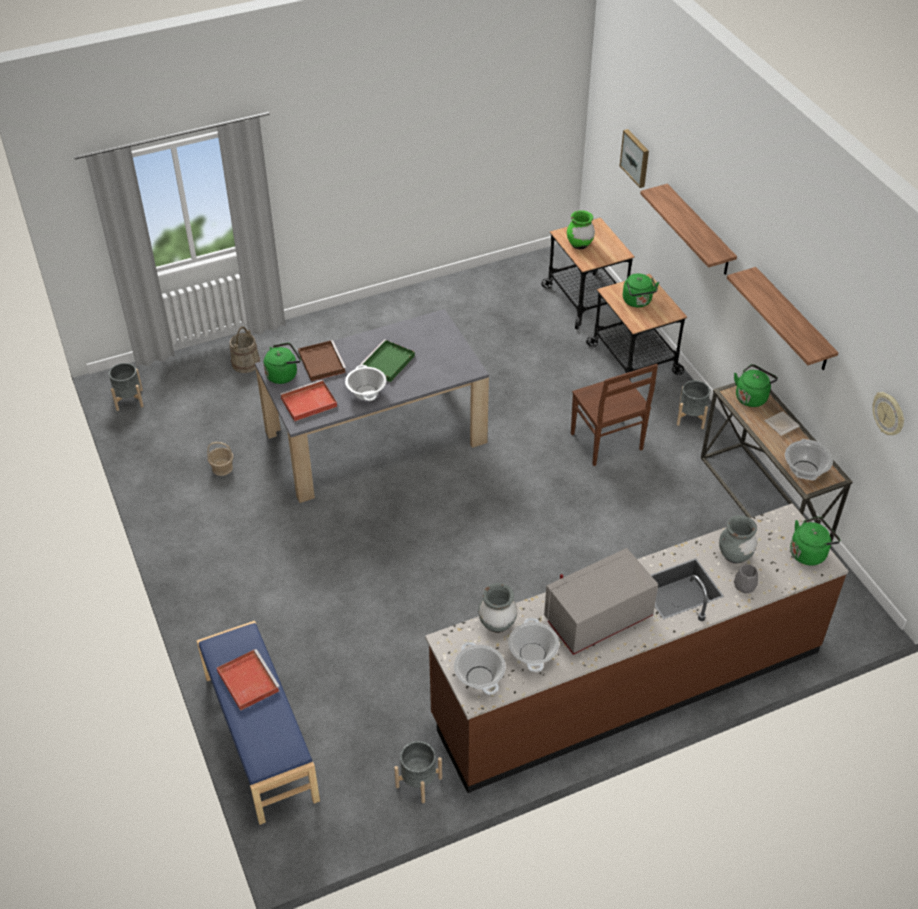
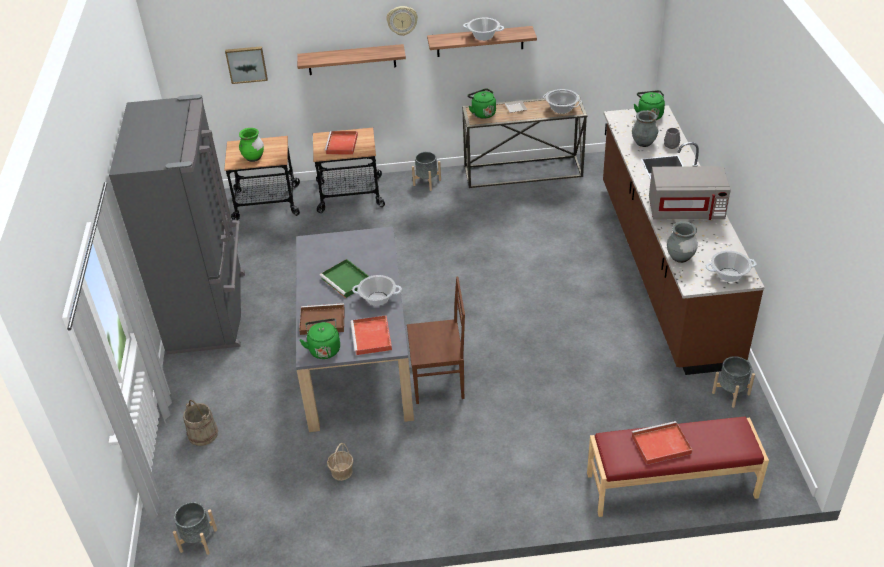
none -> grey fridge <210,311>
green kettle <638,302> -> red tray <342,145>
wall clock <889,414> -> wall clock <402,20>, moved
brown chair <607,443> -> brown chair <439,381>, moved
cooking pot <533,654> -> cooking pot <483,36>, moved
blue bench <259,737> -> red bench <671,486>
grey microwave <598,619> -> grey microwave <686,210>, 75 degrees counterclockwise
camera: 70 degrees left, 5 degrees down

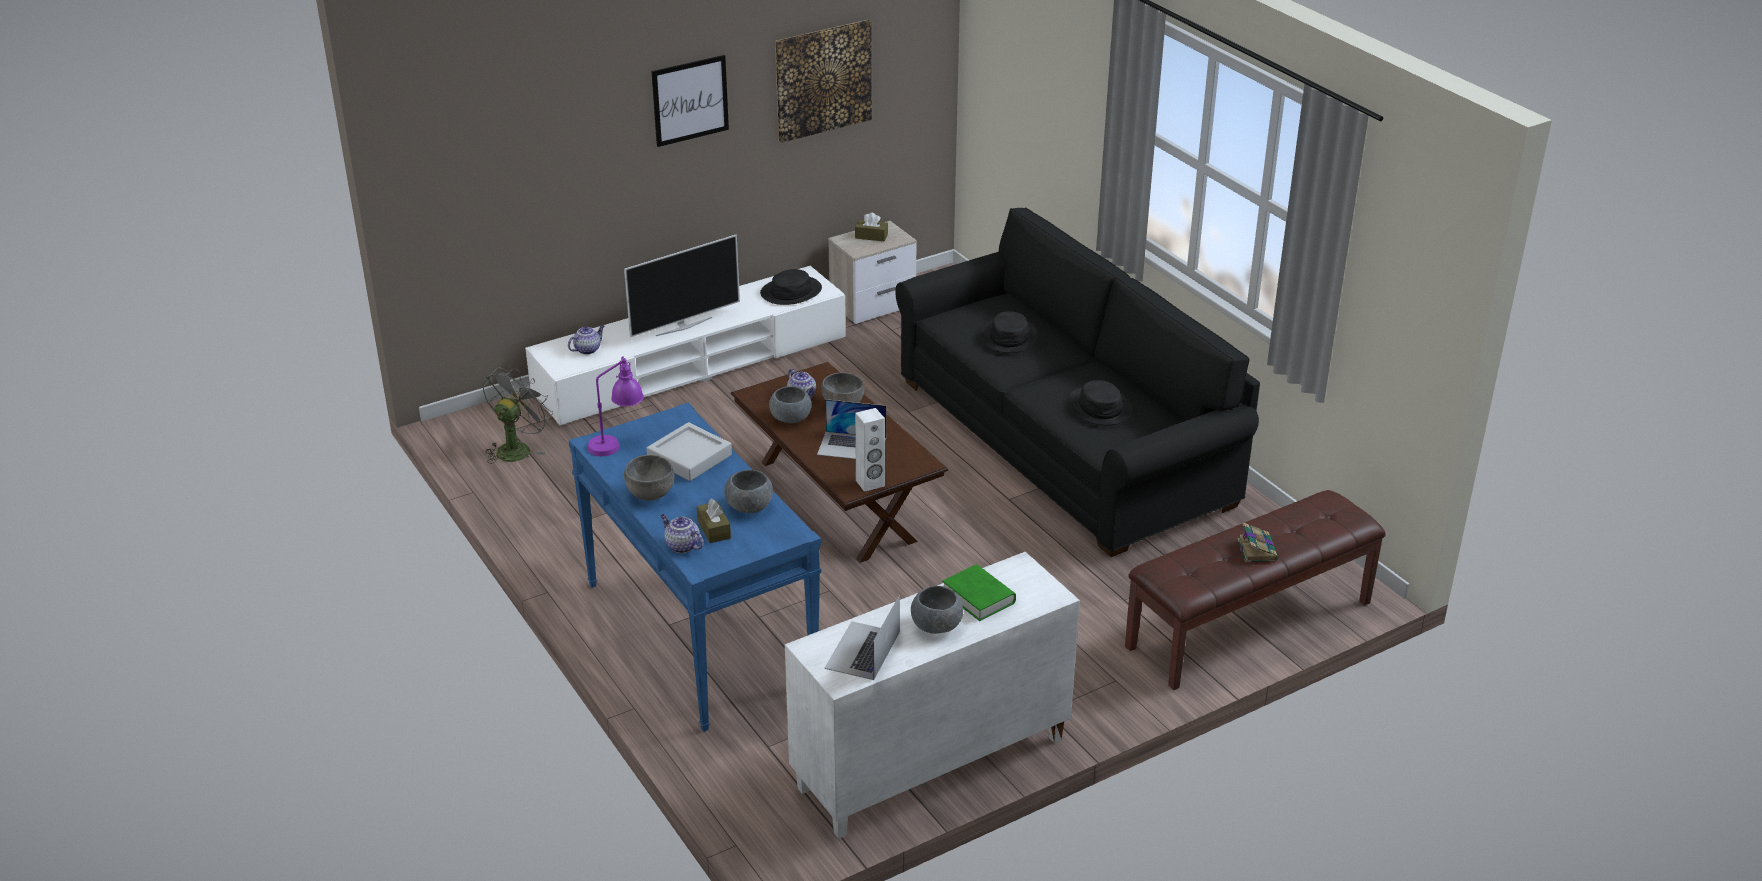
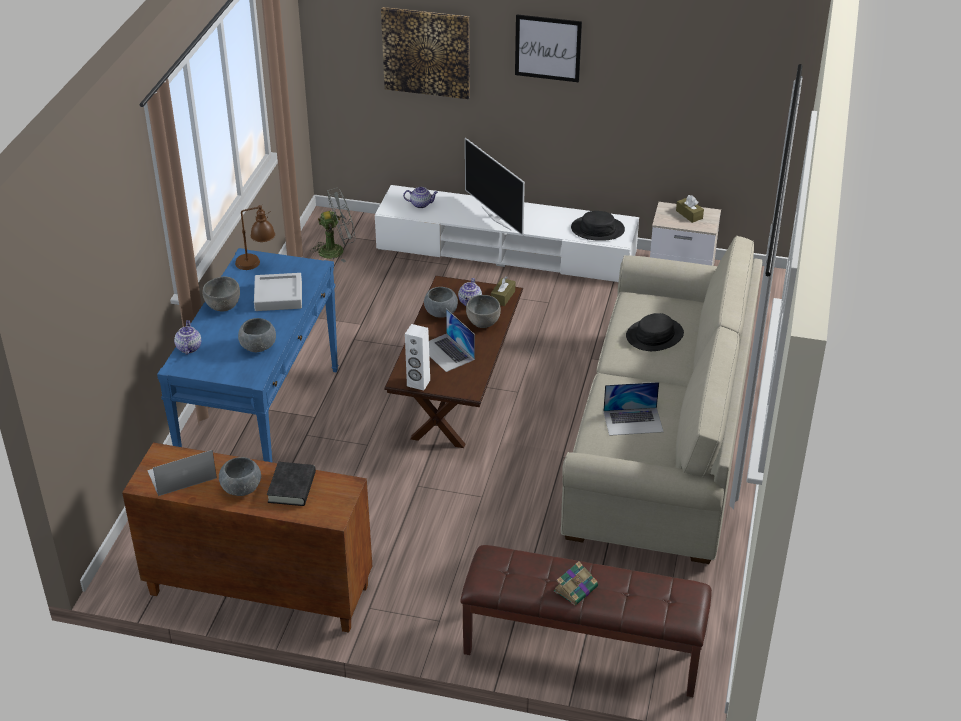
white cabinet <930,765> -> brown cabinet <257,591>
purple table lamp <617,443> -> brown table lamp <257,265>
green book <978,597> -> black book <292,488>
picture <823,80> -> picture <426,52>, moved
television <683,326> -> television <497,218>, 45 degrees clockwise
brown tissue box <714,529> -> brown tissue box <503,297>, moved
black sofa <1065,442> -> beige sofa <662,441>
black hat <1100,407> -> laptop <633,421>
camera: 45 degrees right, 5 degrees up

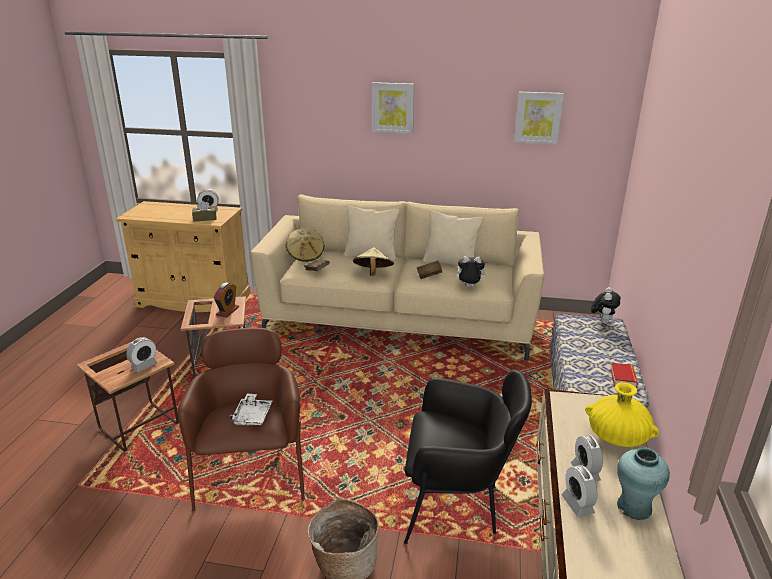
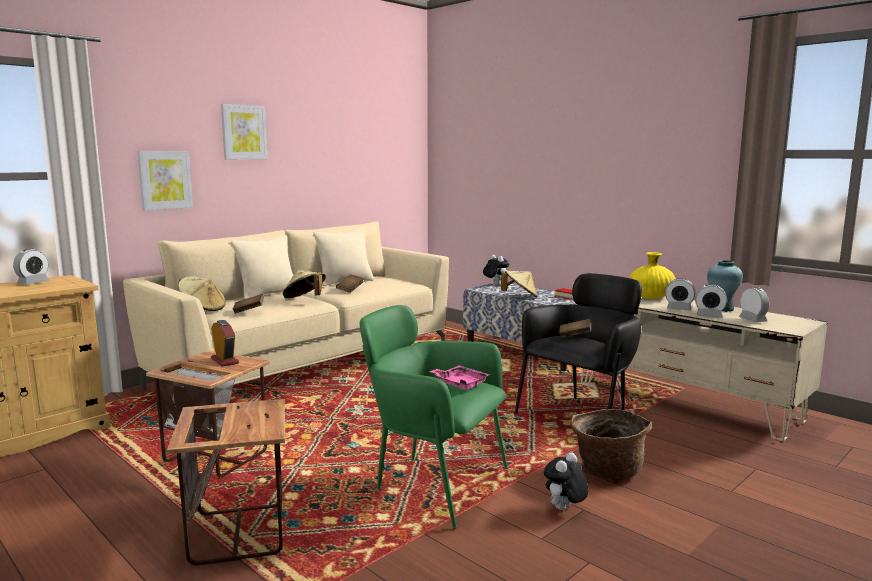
picture <538,117> -> picture <165,180>, moved
brown armchair <251,472> -> green armchair <432,483>
white tray <252,416> -> pink tray <460,384>
none -> beige hat <520,296>
plush toy <468,287> -> plush toy <564,509>, moved
none -> brown book <575,336>
alarm clock <144,366> -> alarm clock <752,320>, moved
brown tissue box <205,218> -> none
camera: 55 degrees left, 15 degrees down

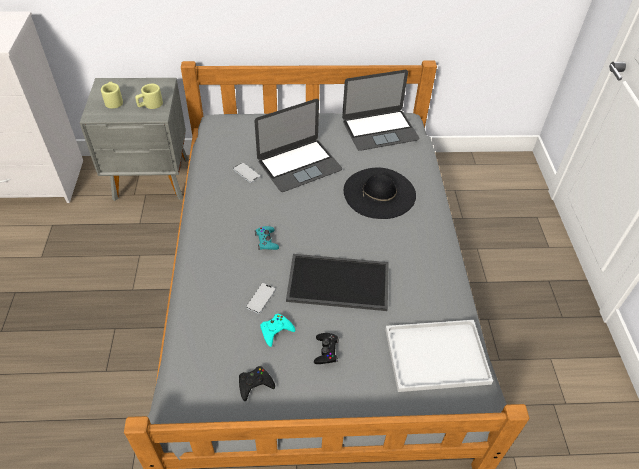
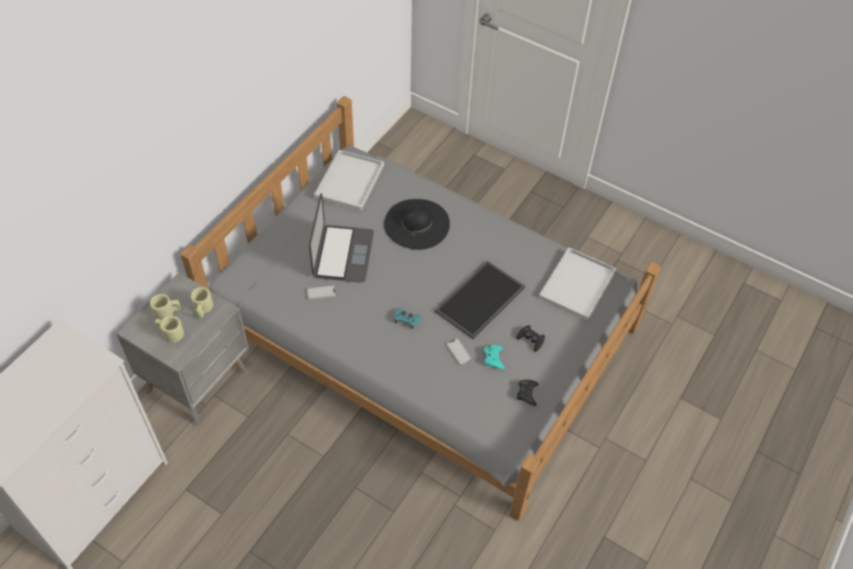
none -> beige mug <167,312>
laptop <380,130> -> white tray <349,180>
camera: 55 degrees left, 5 degrees up

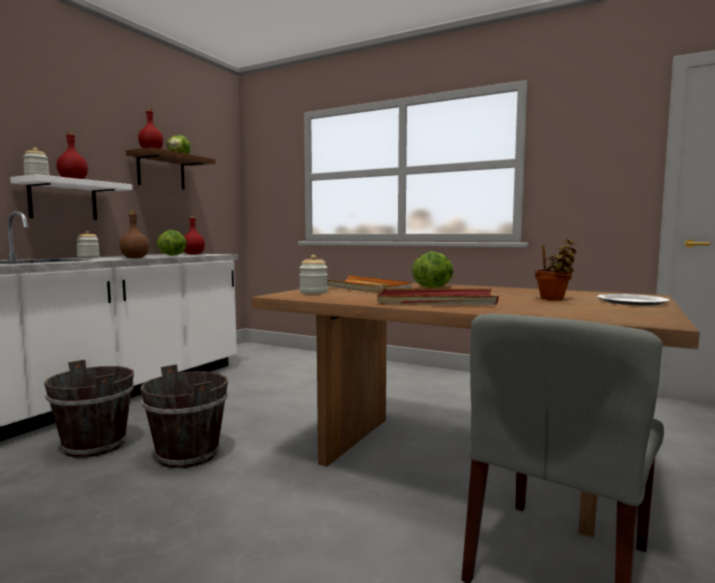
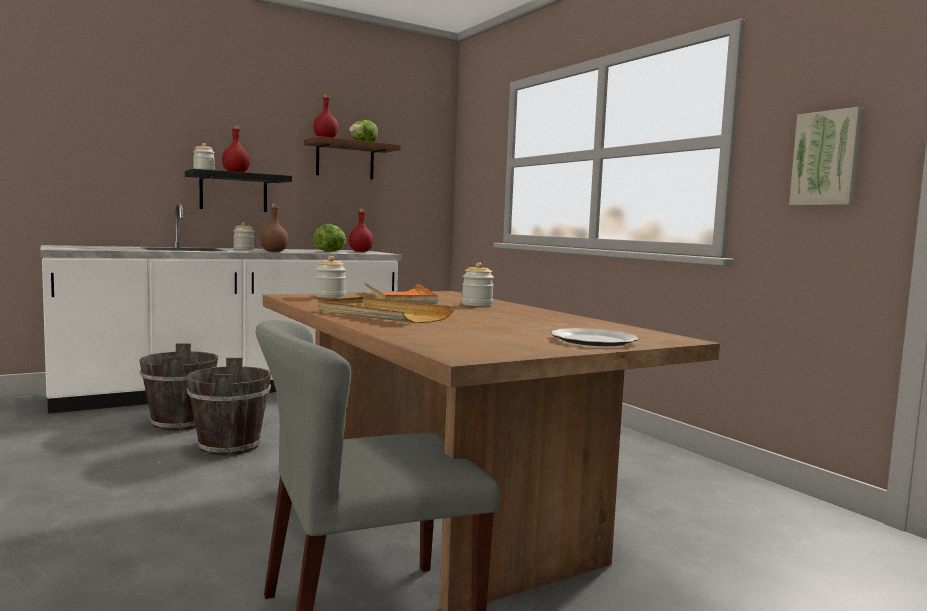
white shelf <63,200> -> black shelf <233,192>
red tray <435,302> -> beige tray <382,315>
lettuce <434,287> -> jar <477,304>
none -> picture <827,158>
potted plant <554,299> -> none
camera: 30 degrees right, 0 degrees up

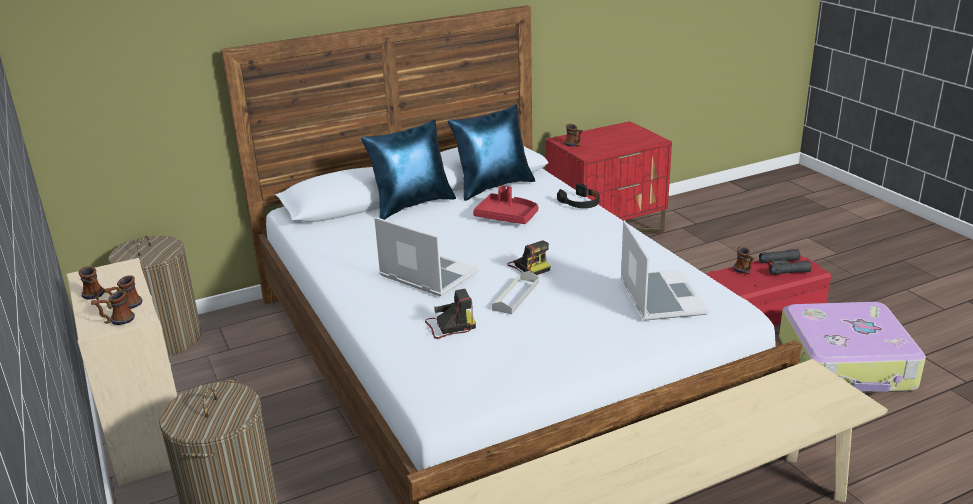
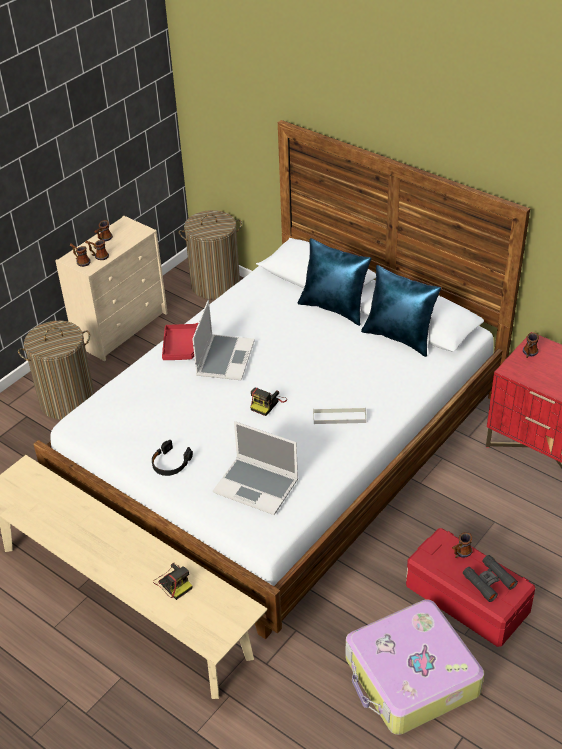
black headphones <580,203> -> black headphones <170,463>, moved
photo camera <449,326> -> photo camera <173,583>, moved
red tray <507,216> -> red tray <182,347>, moved
laptop <660,297> -> laptop <257,486>, 60 degrees clockwise
grey tray <516,296> -> grey tray <339,417>, moved
camera: 65 degrees right, 15 degrees up

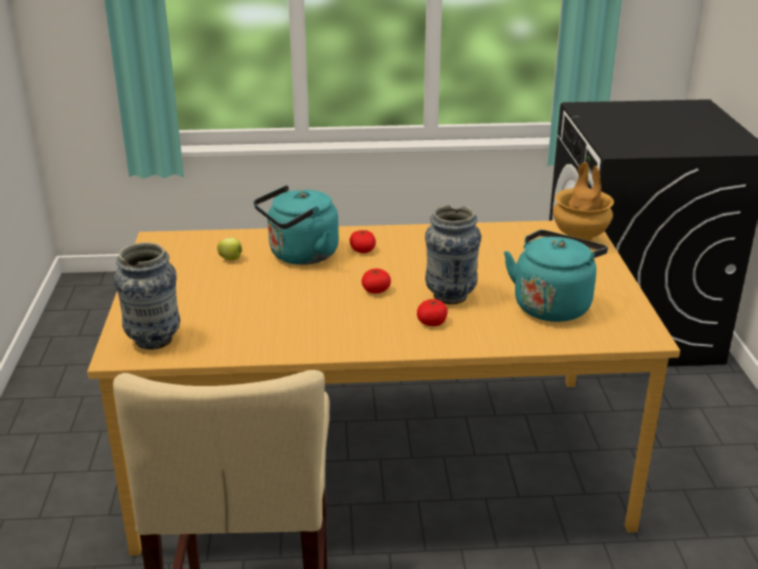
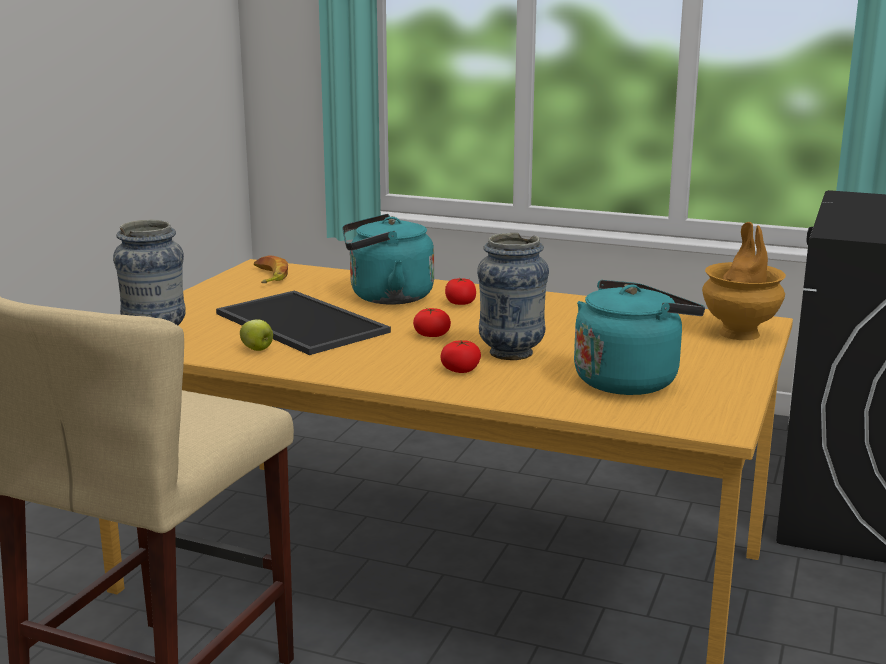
none -> tray <304,323>
apple <231,259> -> apple <258,349>, moved
none -> banana <268,276>
camera: 25 degrees right, 10 degrees down

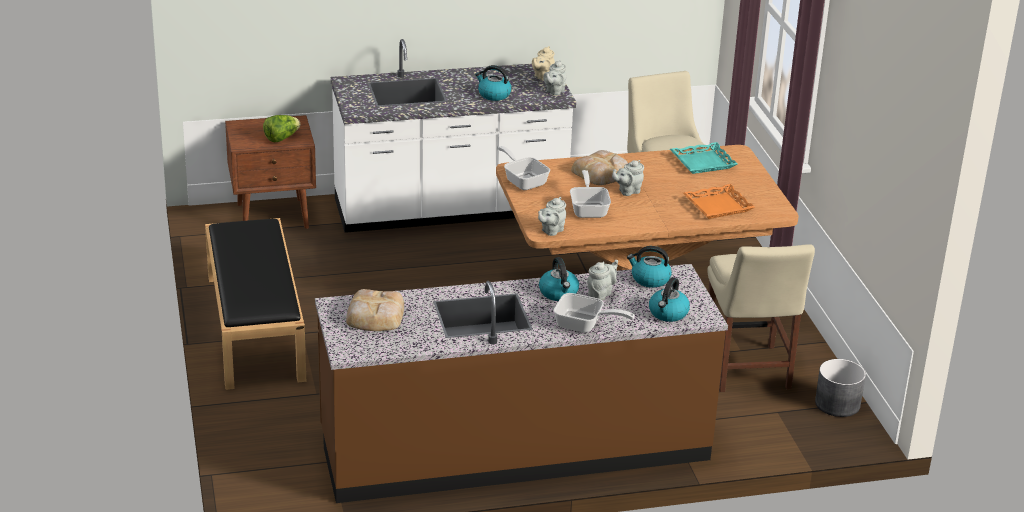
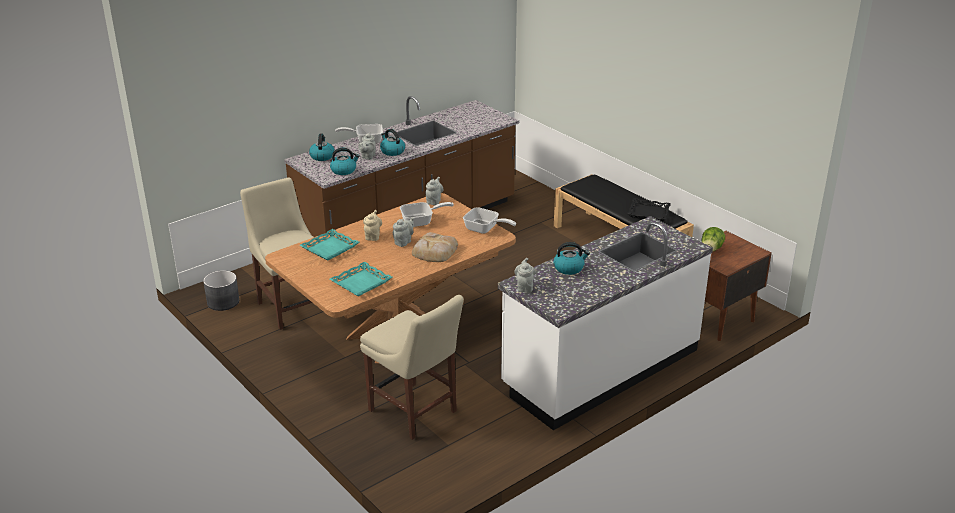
orange tray <718,206> -> turquoise tray <329,248>
beige teapot <542,77> -> beige teapot <373,236>, moved
frying pan <589,209> -> frying pan <421,221>, 75 degrees counterclockwise
none -> black tray <648,213>
bread <374,316> -> none
camera: 155 degrees right, 0 degrees up

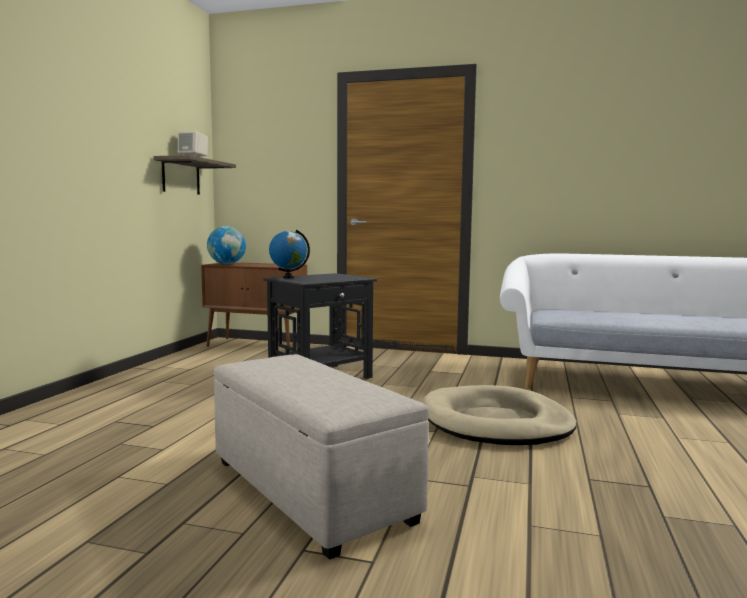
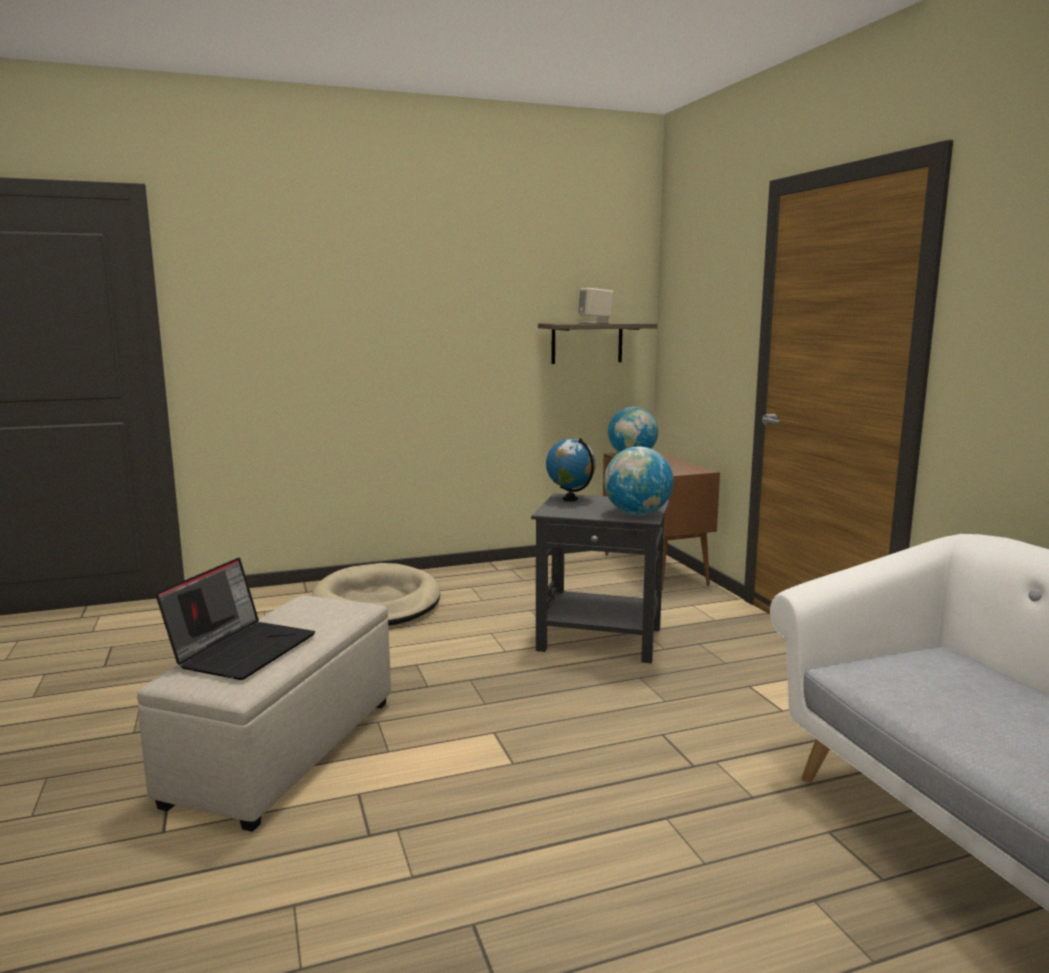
none -> laptop <243,649>
beige dog bed <496,422> -> beige dog bed <377,602>, moved
none -> globe <637,514>
camera: 55 degrees right, 5 degrees up

